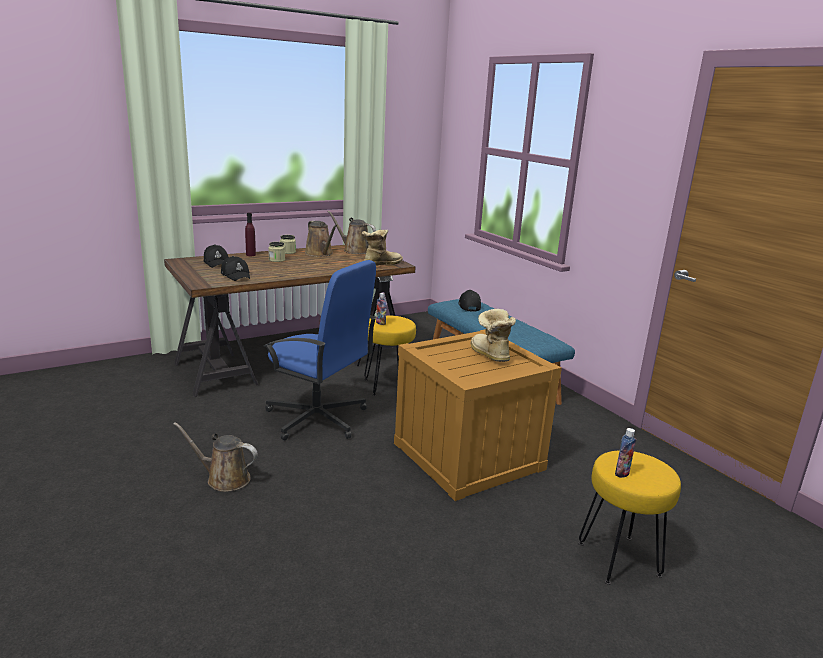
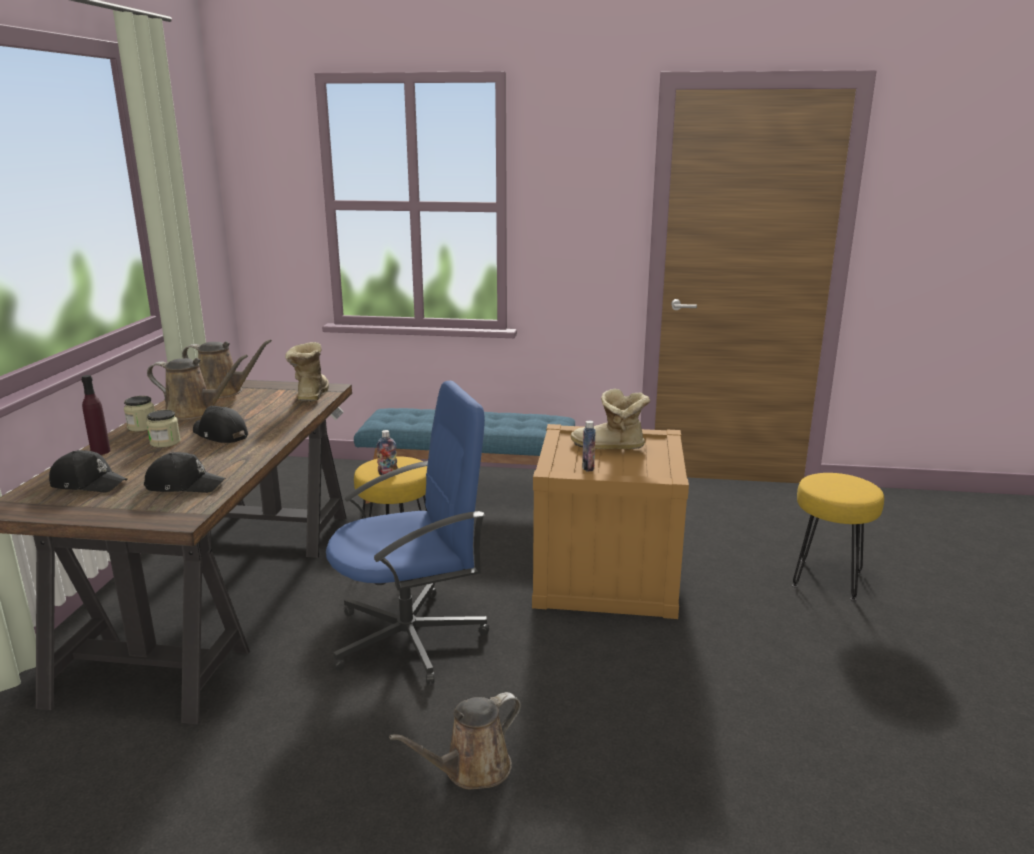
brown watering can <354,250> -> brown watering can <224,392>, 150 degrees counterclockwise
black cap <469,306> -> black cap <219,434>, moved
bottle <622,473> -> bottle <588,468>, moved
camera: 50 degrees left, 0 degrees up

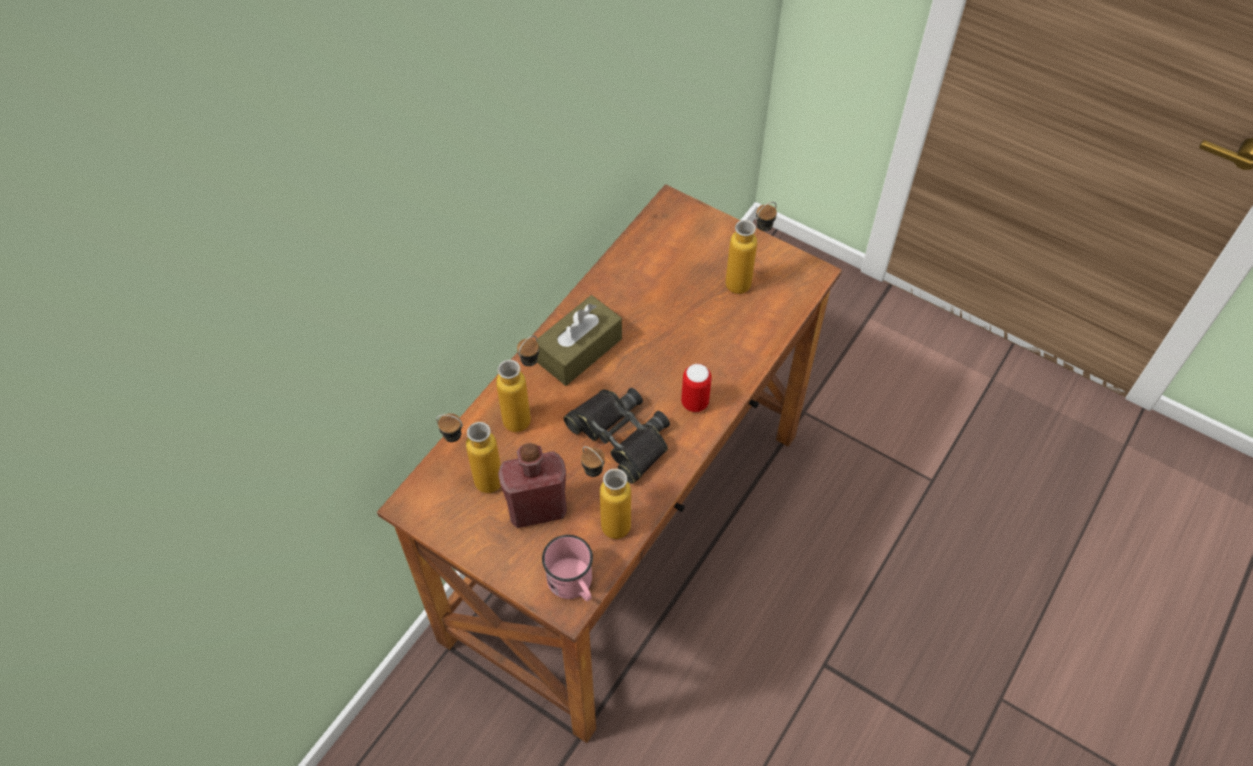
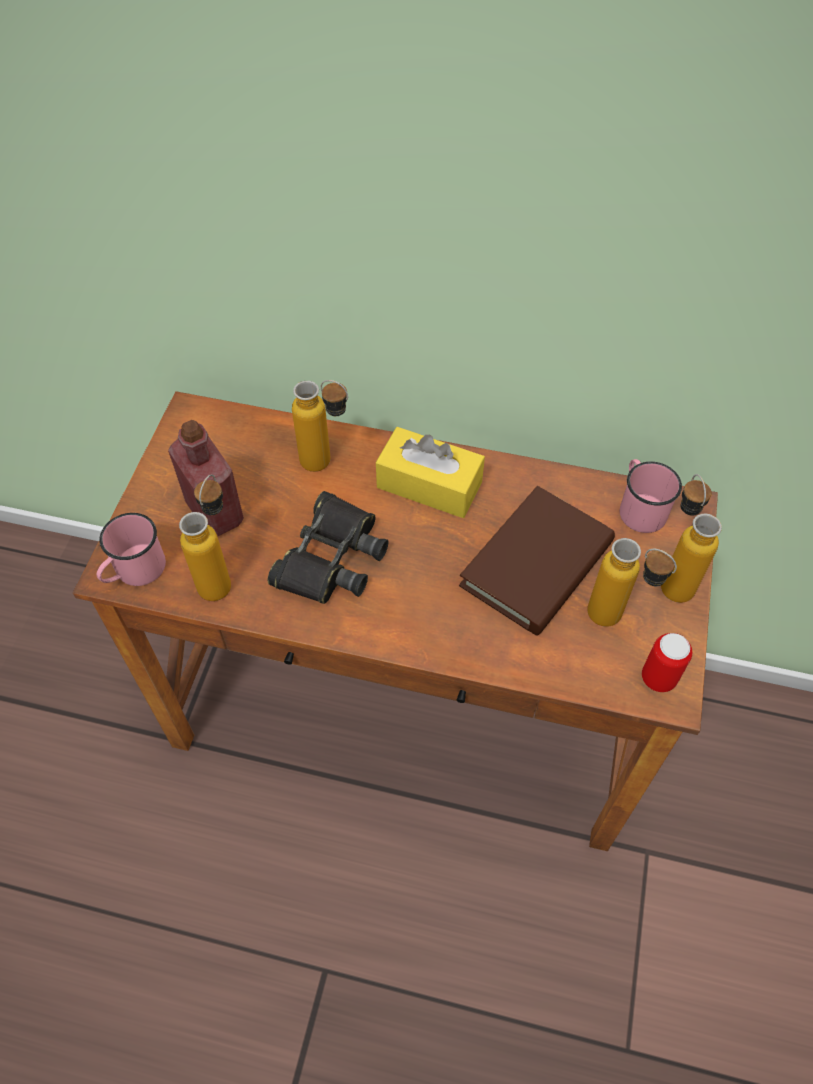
brown tissue box <579,350> -> yellow tissue box <429,485>
none -> brown book <536,564>
none -> pink mug <639,507>
can <694,402> -> can <658,678>, moved
bottle <476,480> -> bottle <672,577>, moved
camera: 70 degrees right, 0 degrees up

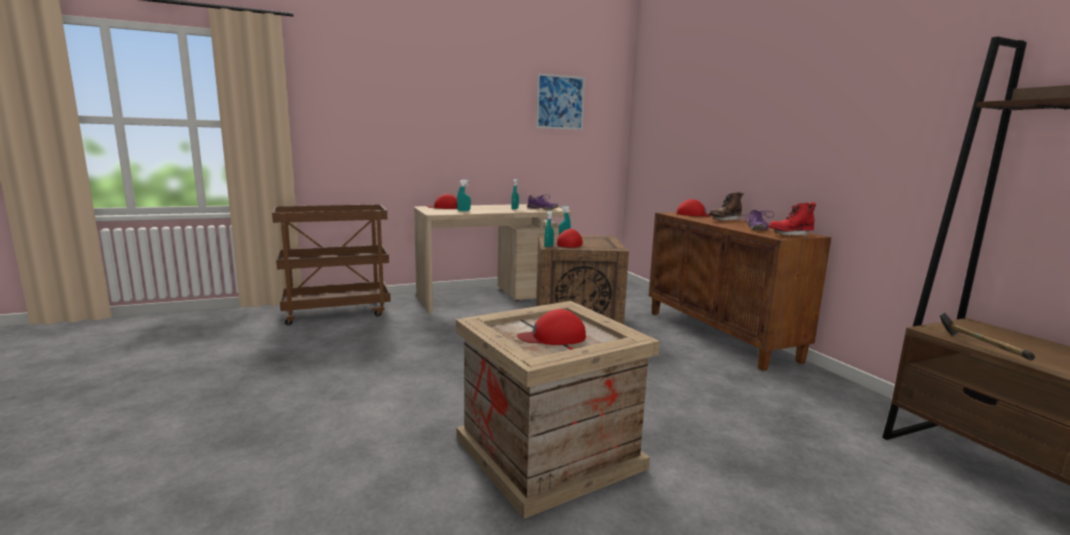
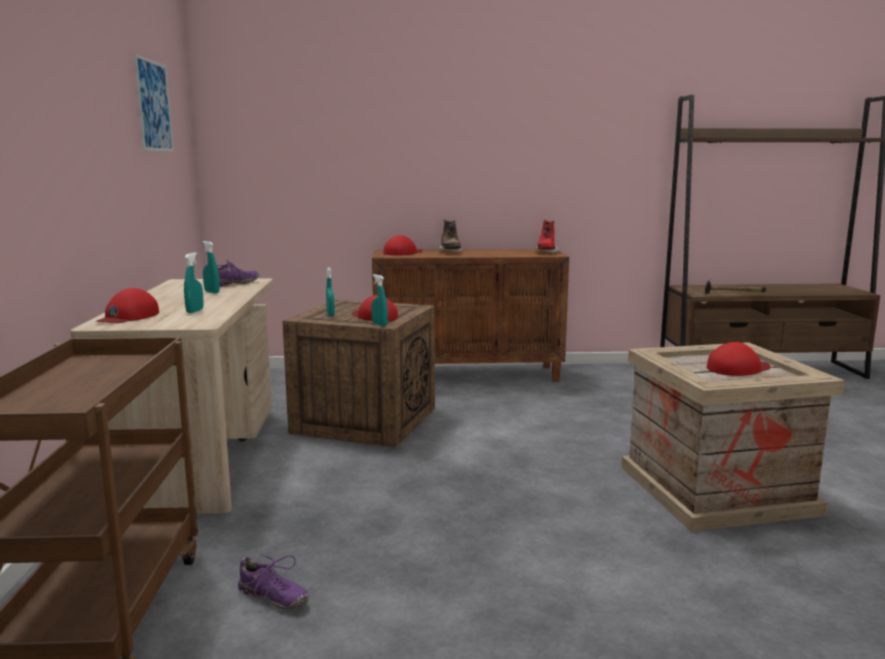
purple shoe <756,229> -> purple shoe <272,597>, moved
red cap <552,337> -> red cap <738,369>, 120 degrees counterclockwise
camera: 70 degrees left, 0 degrees up

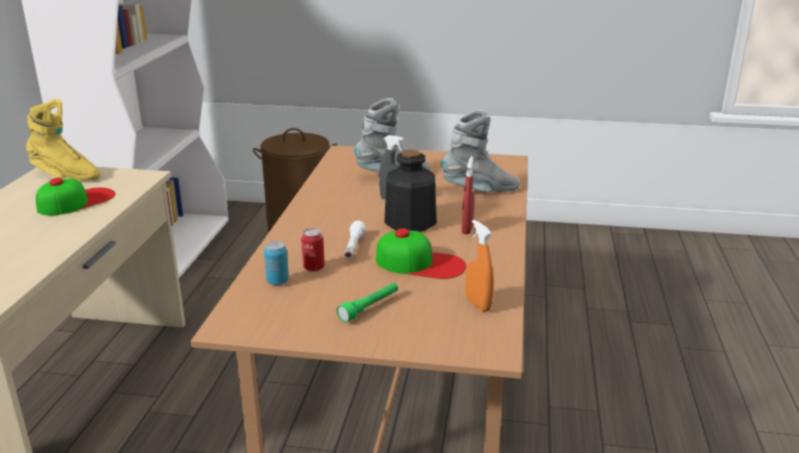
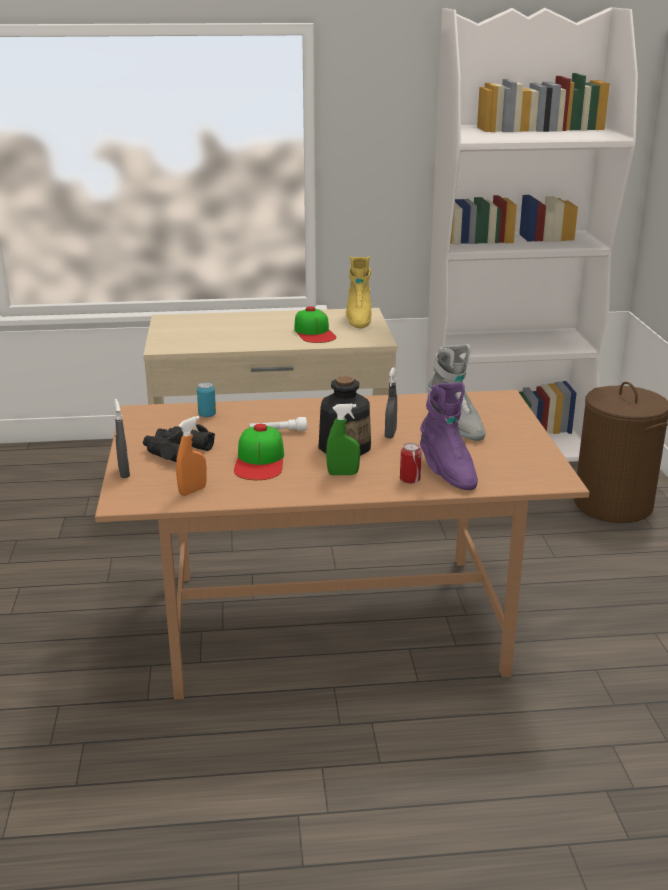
none -> grey spray bottle <124,472>
green flashlight <369,308> -> black binoculars <176,451>
cap <76,201> -> cap <314,333>, 45 degrees clockwise
red spray bottle <467,229> -> green spray bottle <343,474>
can <313,267> -> can <410,480>, moved
grey boot <480,191> -> purple boot <446,472>
camera: 75 degrees right, 0 degrees up

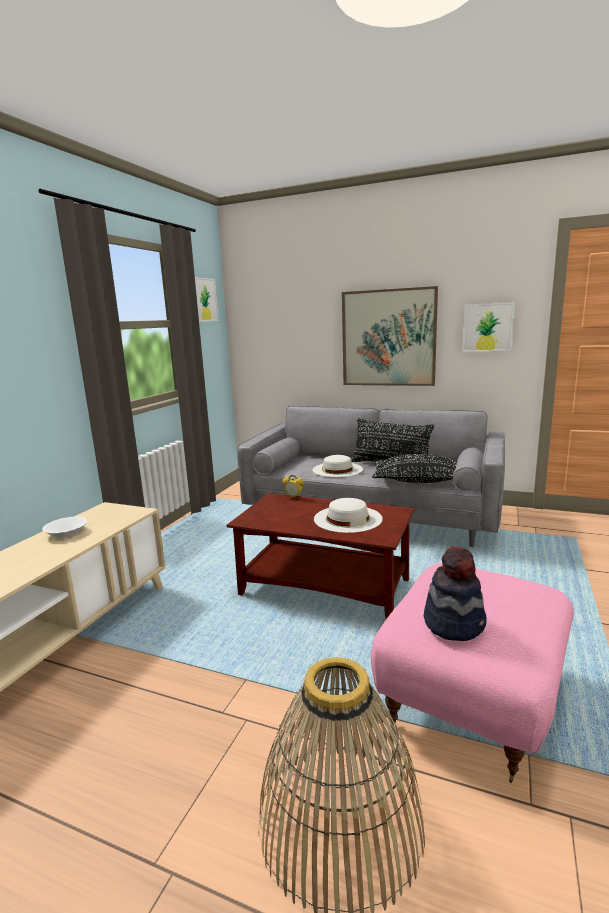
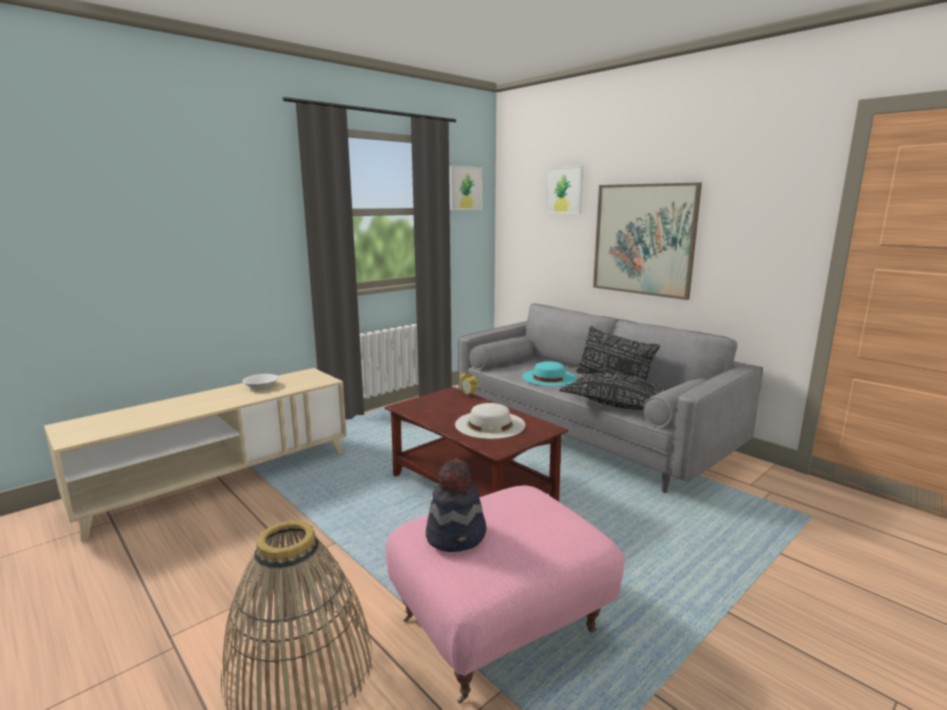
white hat <337,469> -> turquoise hat <549,377>
picture <488,327> -> picture <564,190>, moved
camera: 25 degrees right, 0 degrees up

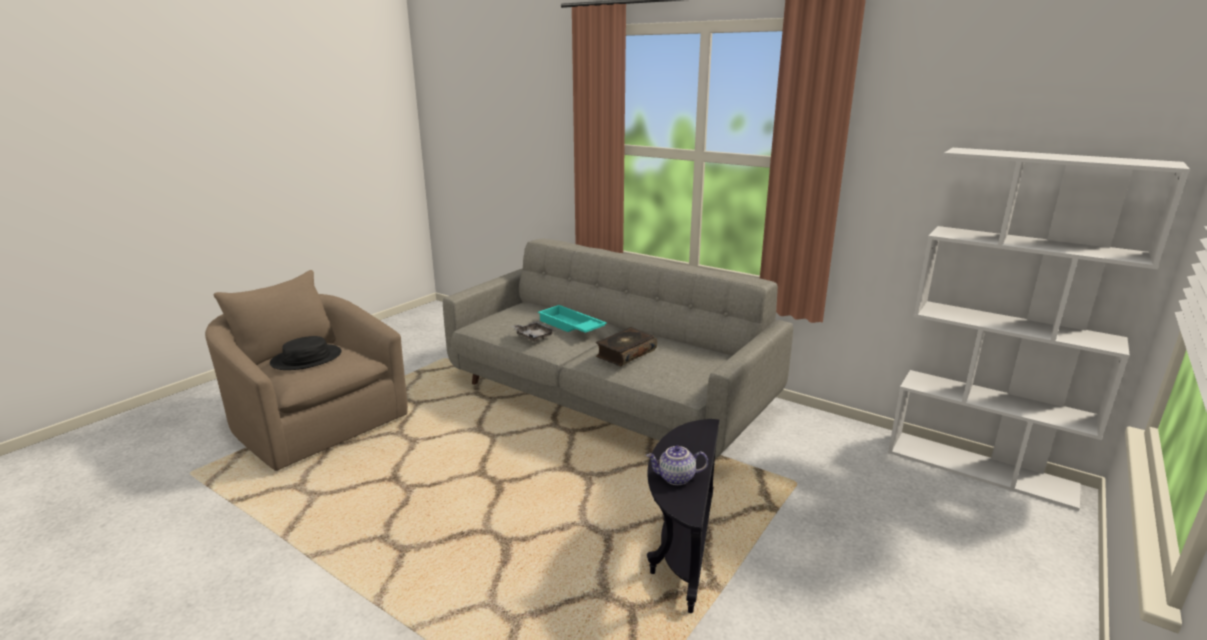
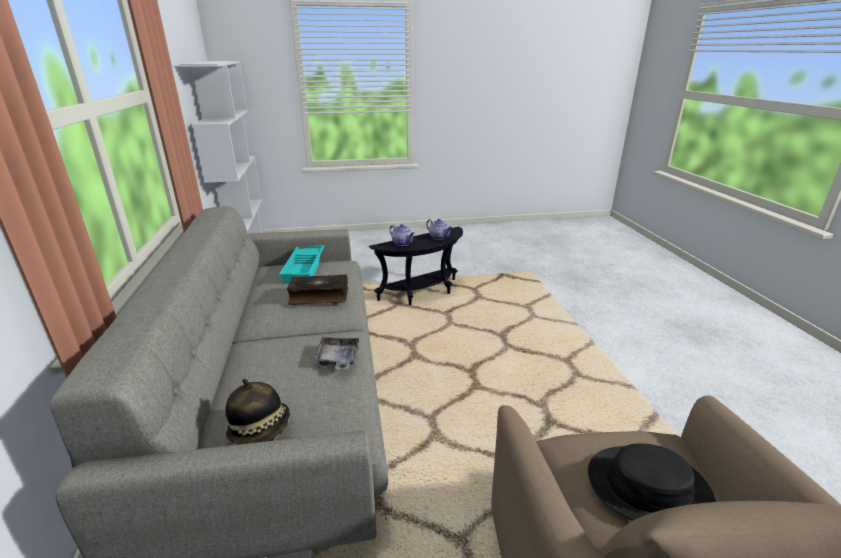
none -> hat <261,430>
turquoise tray <570,326> -> turquoise tray <305,268>, moved
none -> teapot <402,243>
camera: 135 degrees left, 5 degrees up

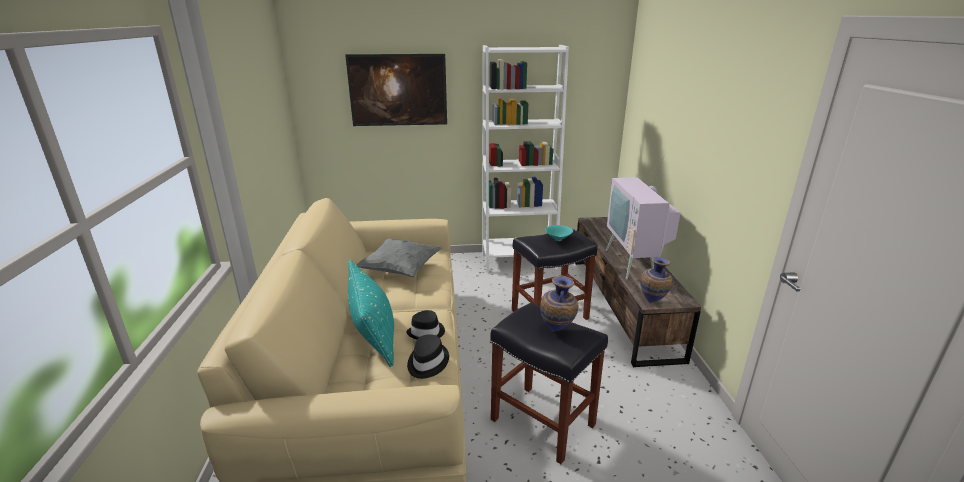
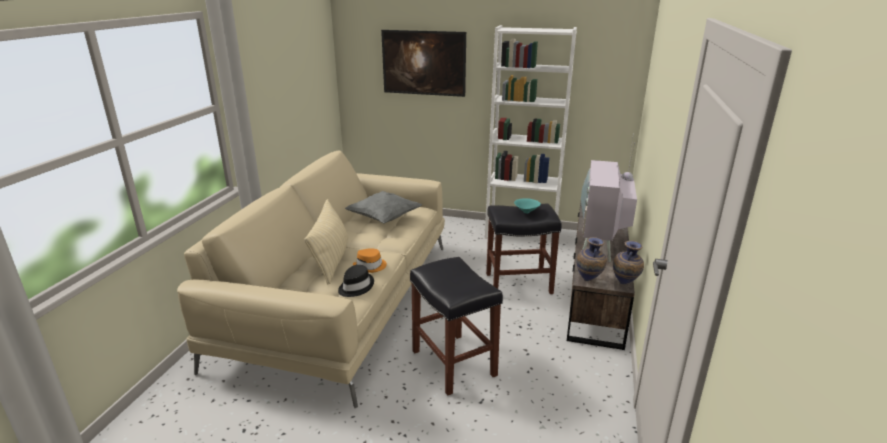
turquoise pillow <373,334> -> beige pillow <331,261>
black hat <427,332> -> orange hat <370,266>
vase <557,331> -> vase <625,284>, moved
camera: 20 degrees right, 0 degrees up

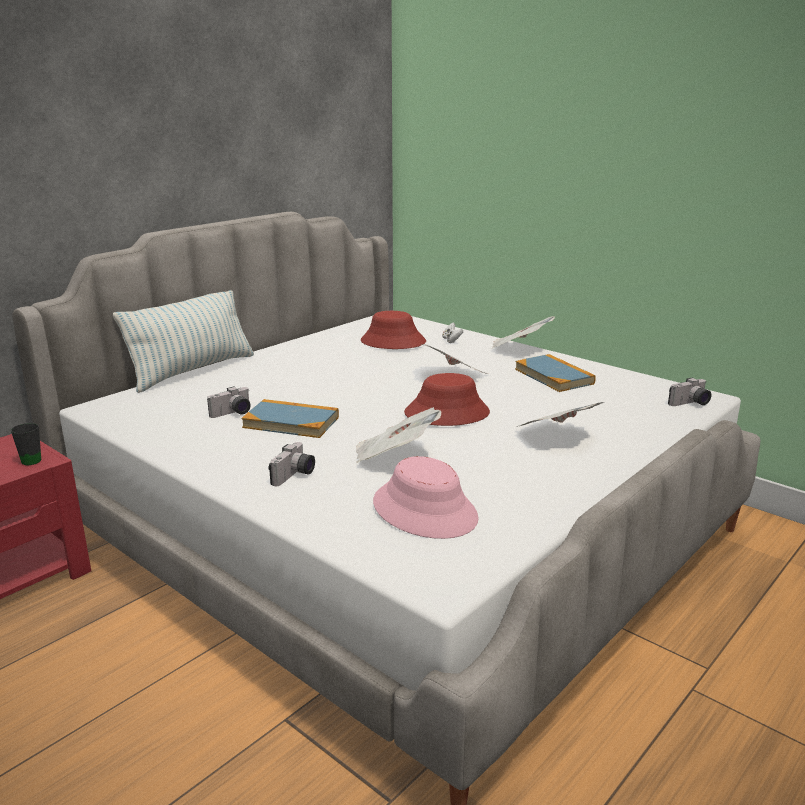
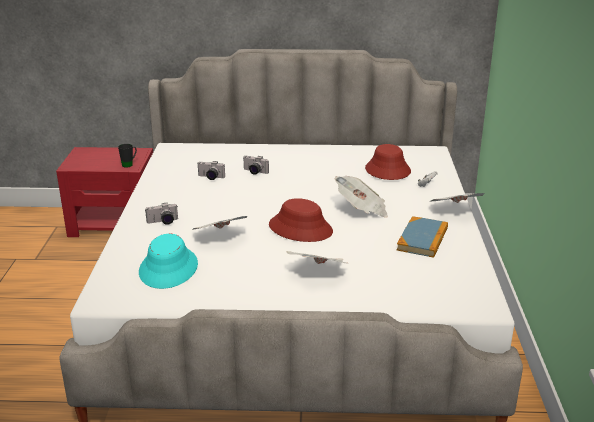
pink hat <425,510> -> turquoise hat <169,268>
photo camera <690,404> -> photo camera <254,172>, moved
pillow <193,371> -> none
book <291,422> -> none
camera: 50 degrees right, 5 degrees up

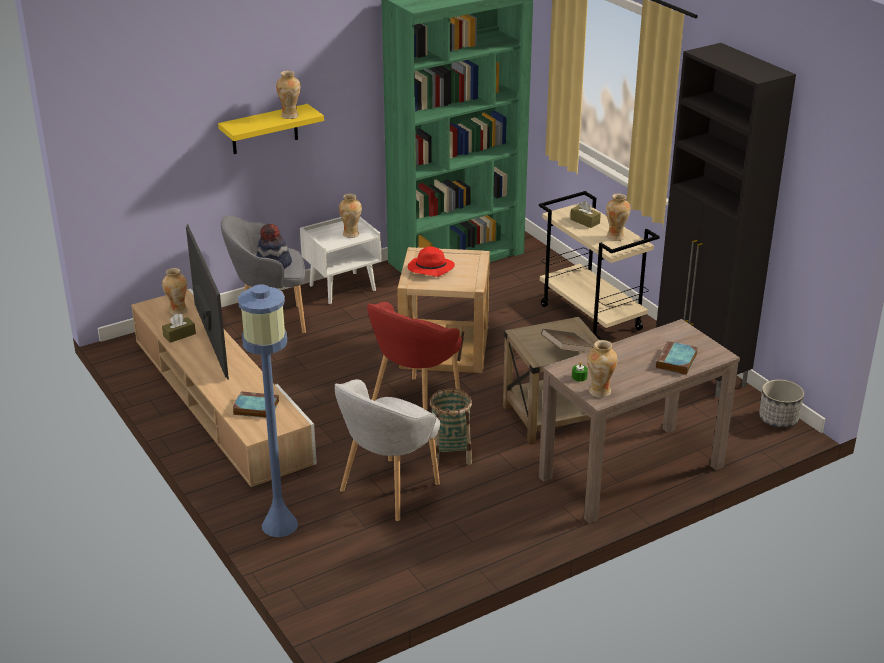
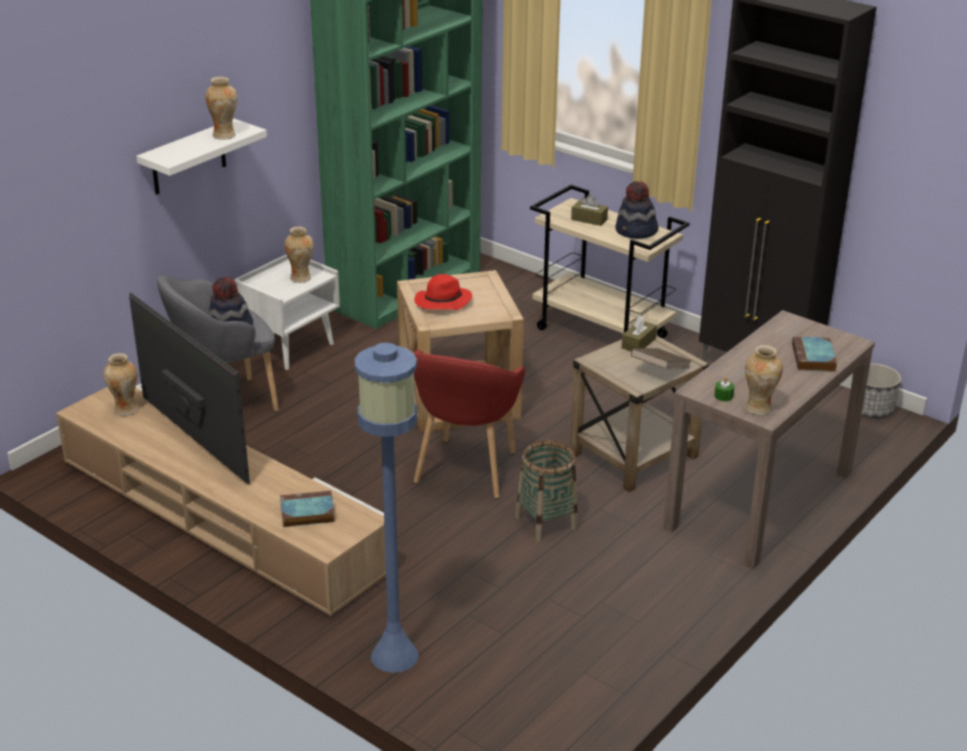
yellow shelf <264,129> -> white shelf <188,158>
vase <616,237> -> hat <636,232>
brown tissue box <179,335> -> brown tissue box <638,343>, moved
grey armchair <388,490> -> none
camera: 20 degrees left, 0 degrees up

